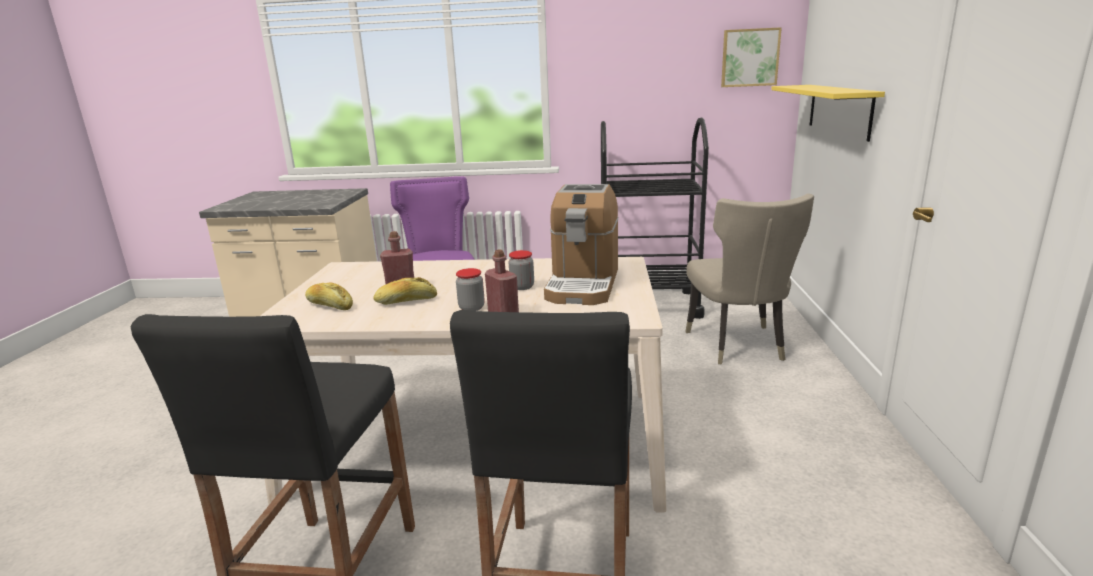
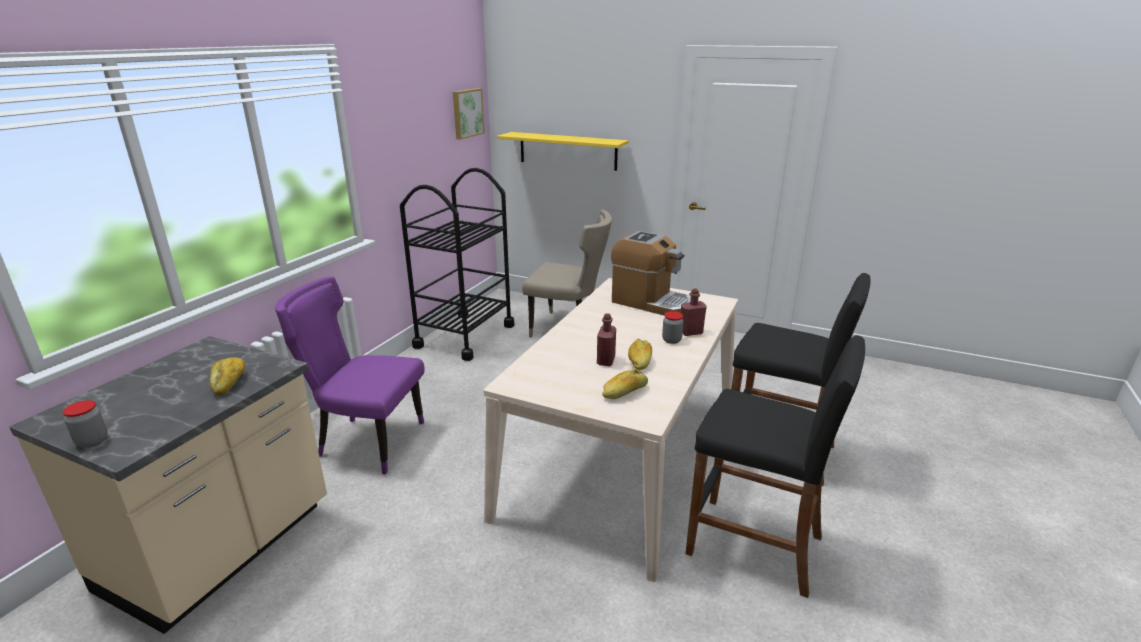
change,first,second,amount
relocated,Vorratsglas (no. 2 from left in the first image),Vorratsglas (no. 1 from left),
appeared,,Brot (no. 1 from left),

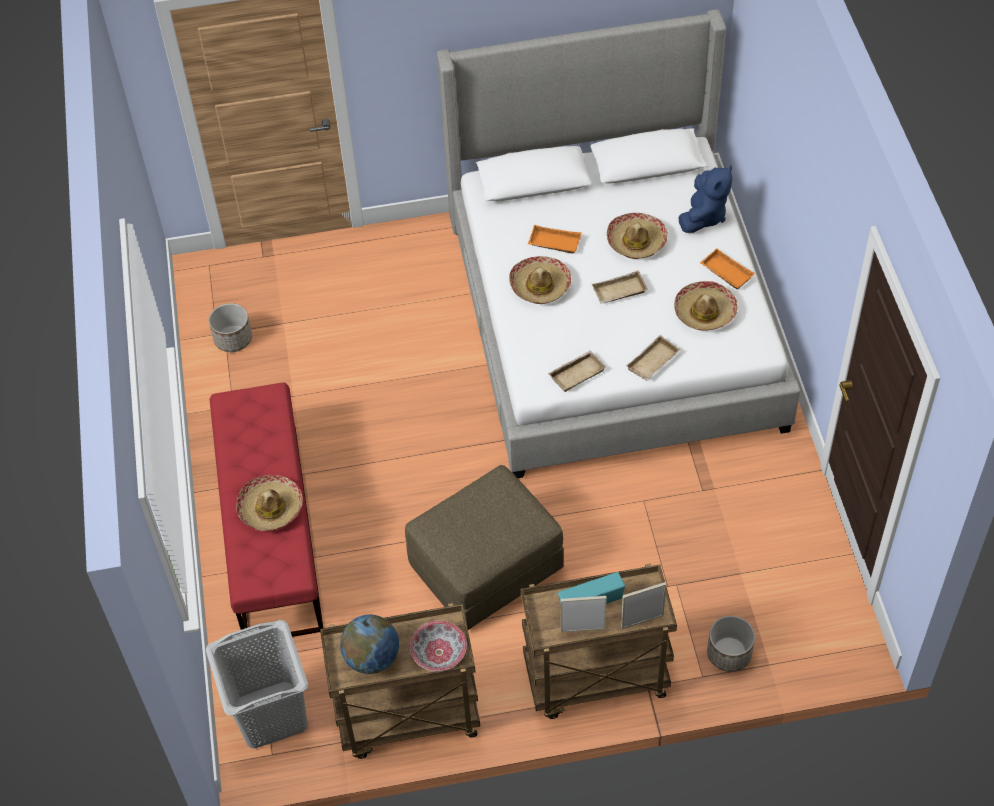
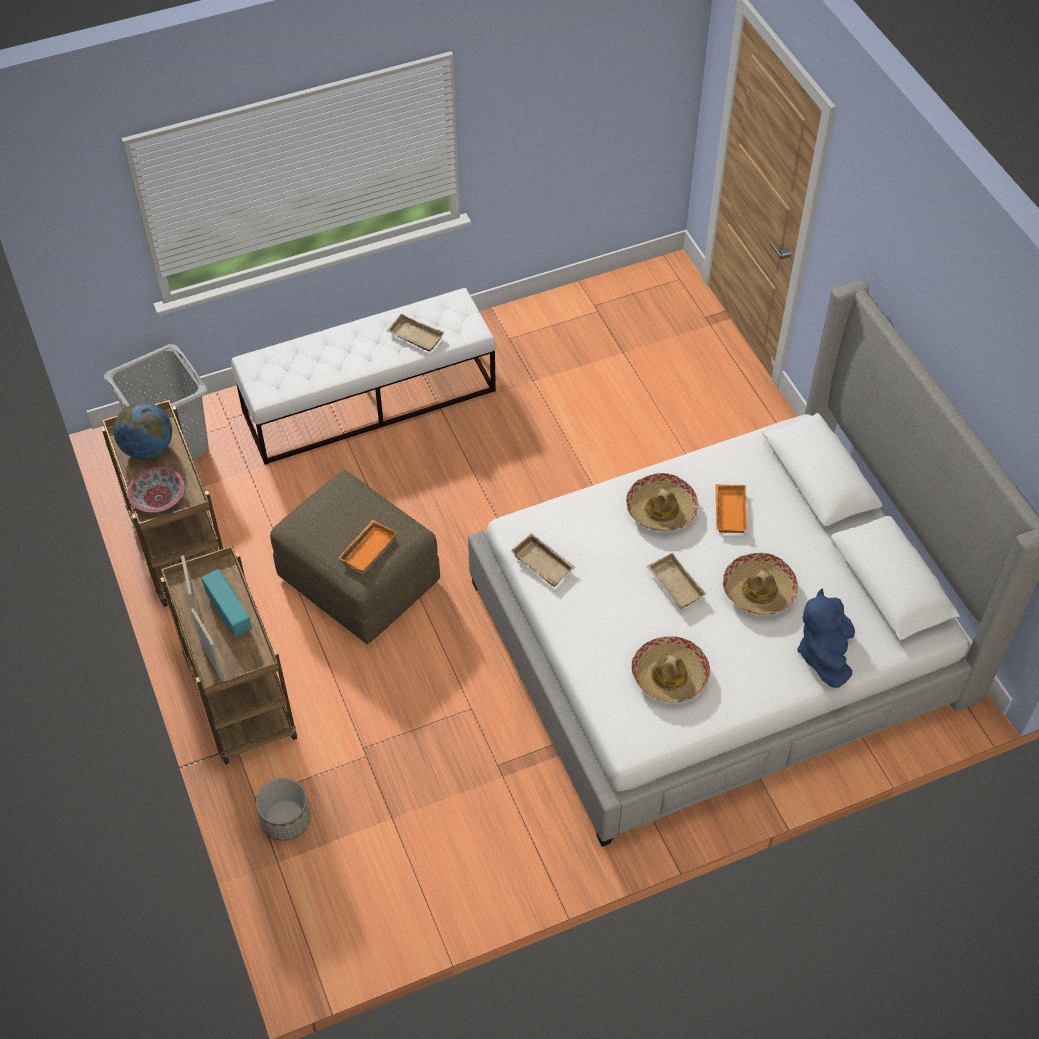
change,first,second,amount
colour,Bank [rot],Bank [weiß],
relocated,Tablett [orange] (no. 2 from left in the first image),Tablett [orange] (no. 1 from left),
relocated,Tablett [beige] (no. 3 from left in the first image),Tablett [beige] (no. 1 from left),
spun,Plüschtier [blau],,90 degrees clockwise
missing,Pflanzkübel (no. 1 from left),,
missing,Hut (no. 1 from left),,

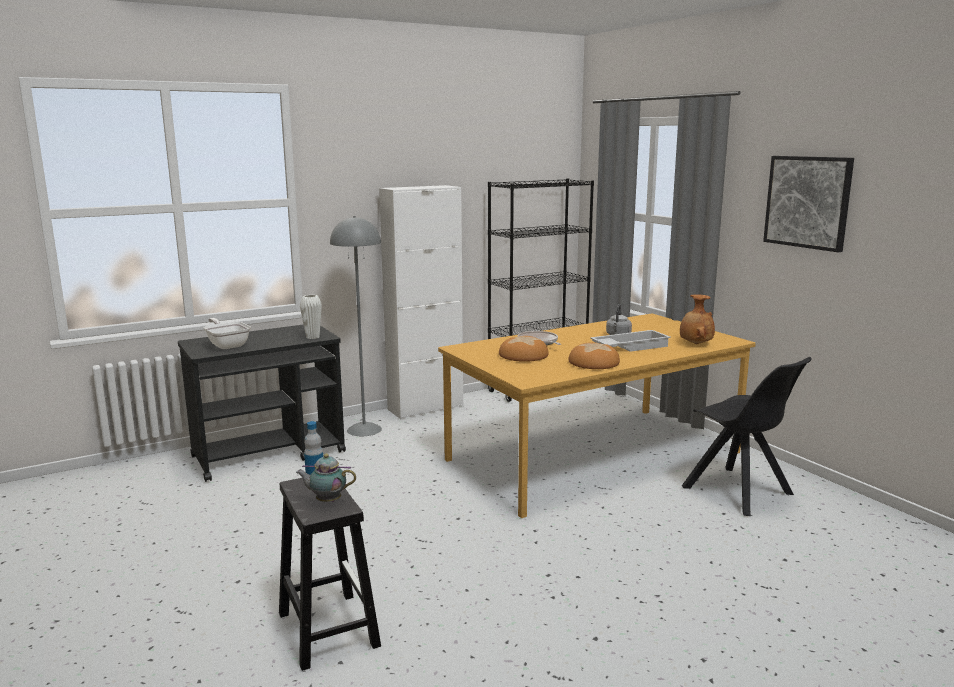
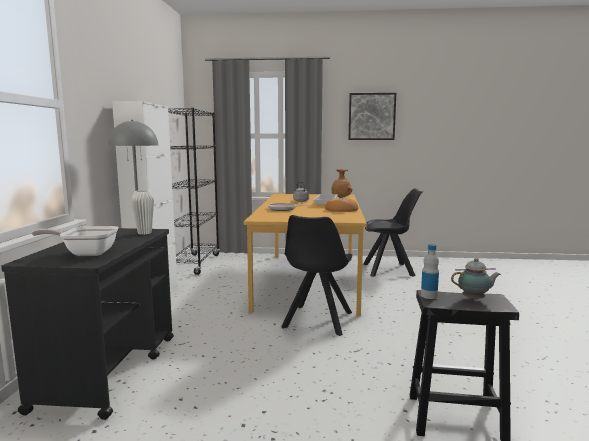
change,first,second,amount
appeared,,Stuhl [schwarz] (no. 1 from left),
spun,Teekanne,,135 degrees counterclockwise
missing,Brot (no. 1 from left),,

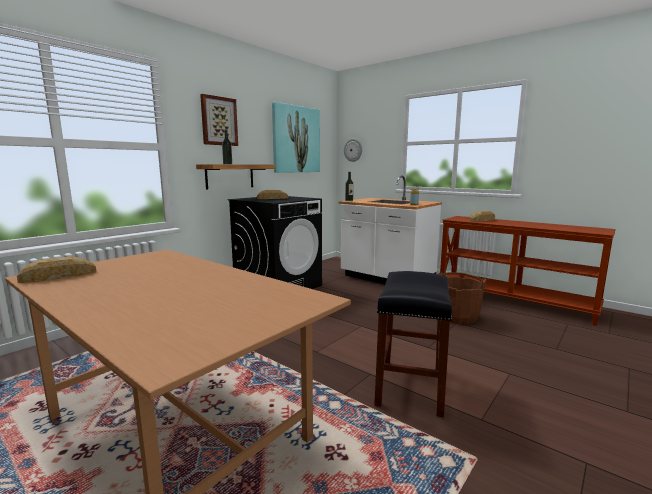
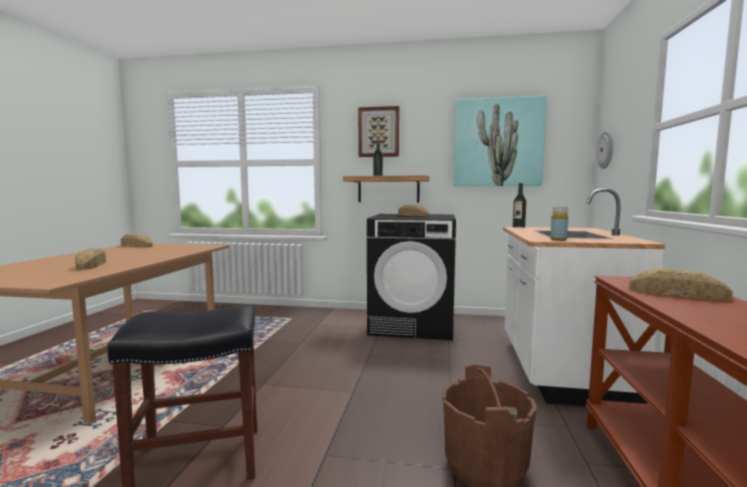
change,first,second,amount
appeared,,Brot (no. 1 from left),

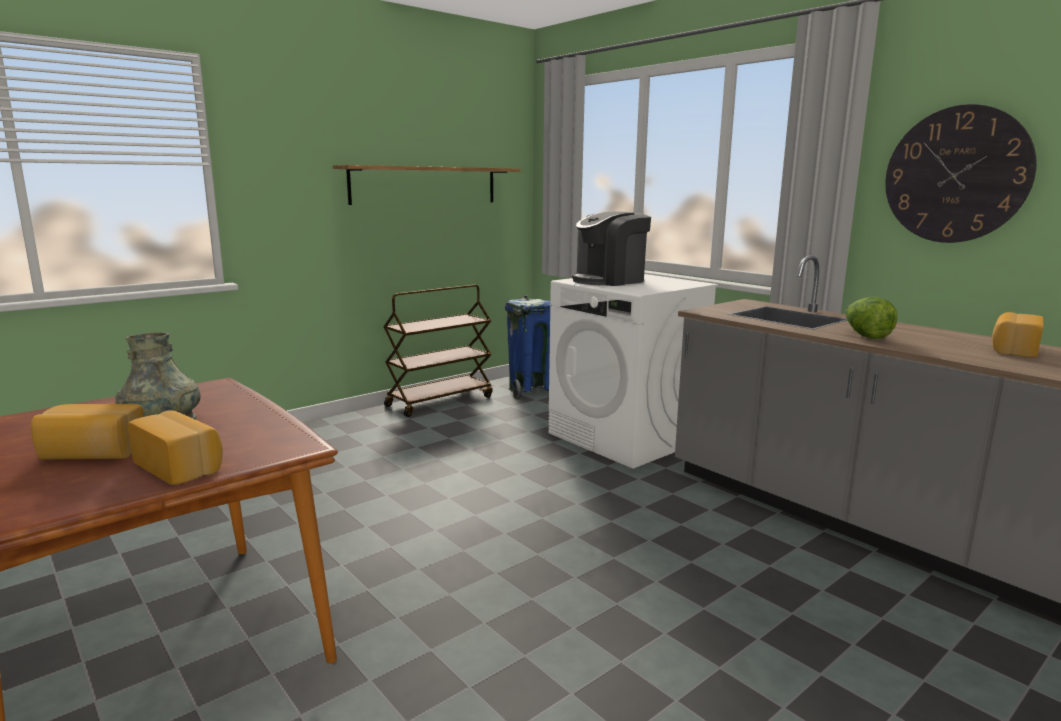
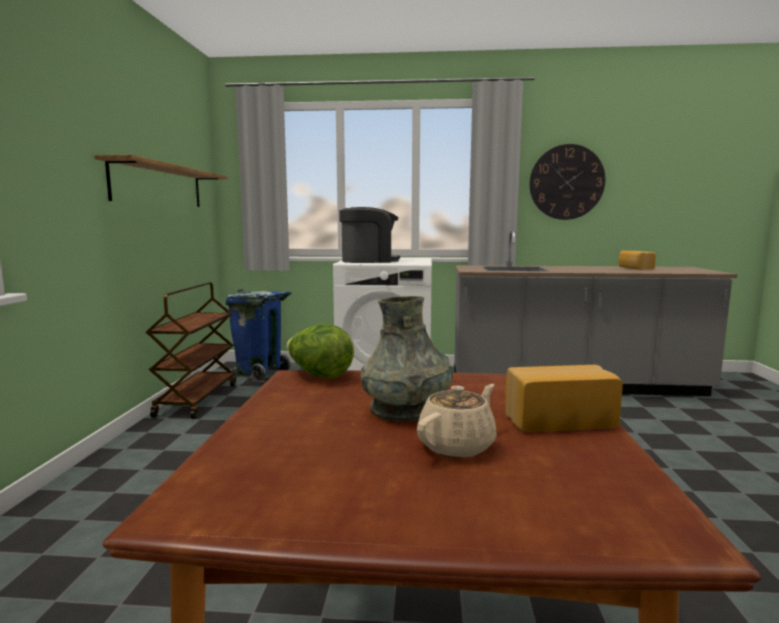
change,first,second,amount
relocated,Salatkopf,,
spun,Kaffeemaschine,,120 degrees counterclockwise
exchanged,Brot (no. 1 from left),Teekanne [beige],

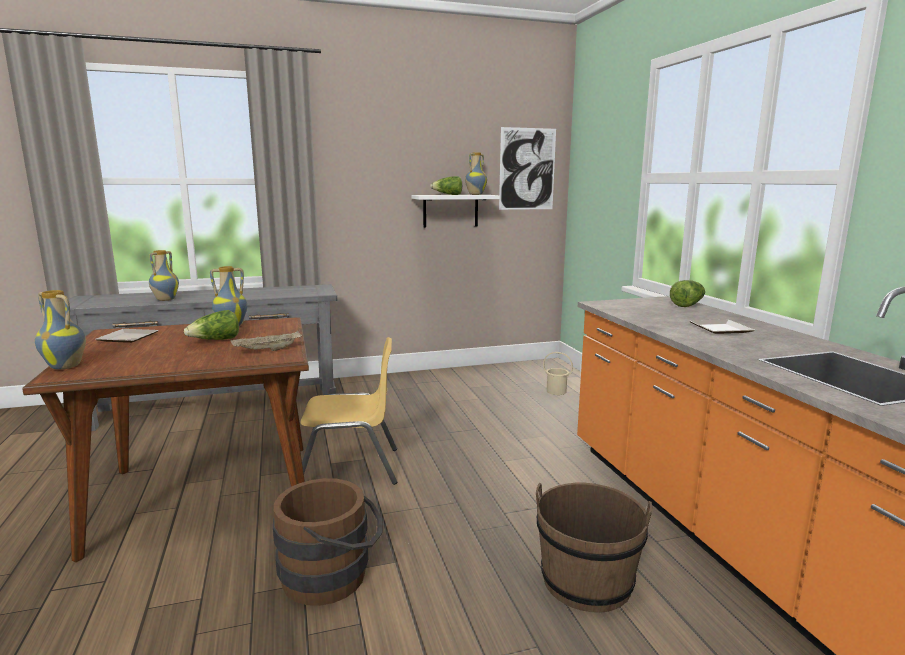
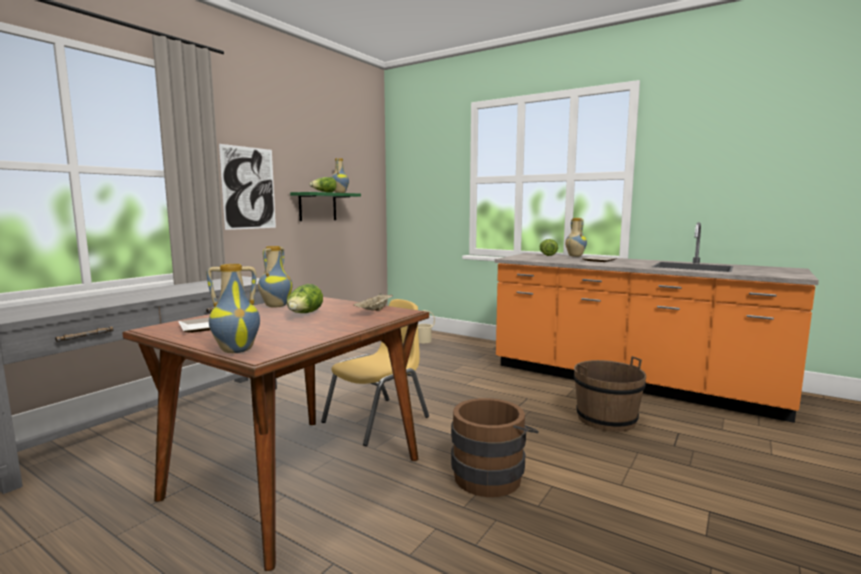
change,first,second,amount
relocated,Bild,,
colour,Wandregal [weiß],Wandregal [grün],
relocated,Vase (no. 2 from left in the first image),Vase (no. 4 from left),

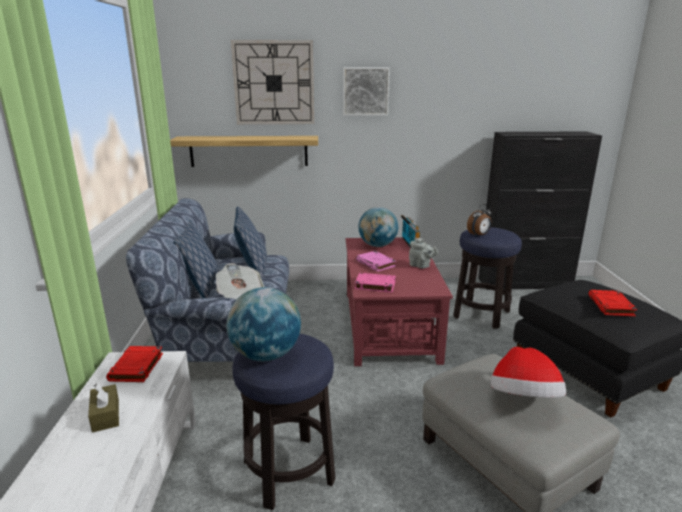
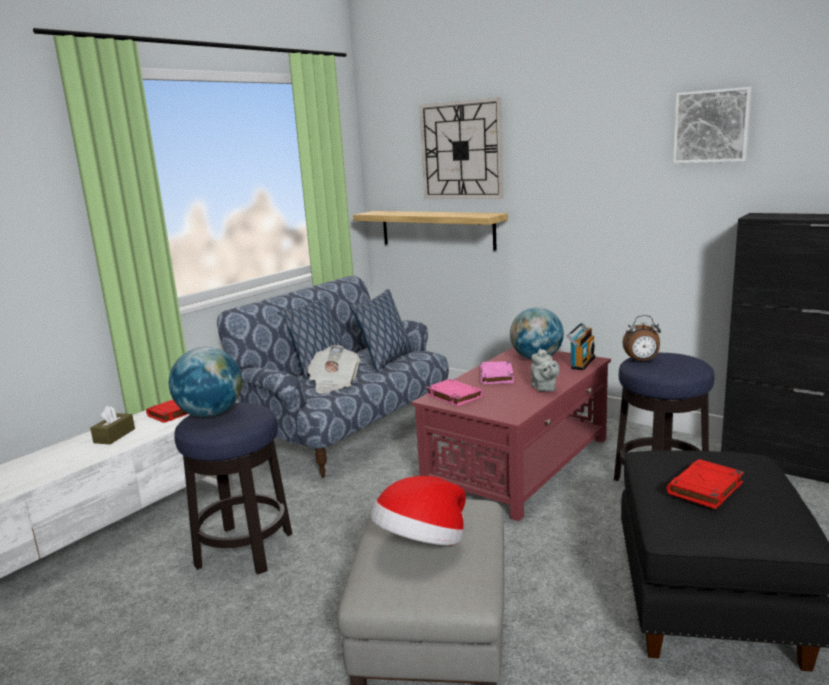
change,first,second,amount
relocated,Bild,,

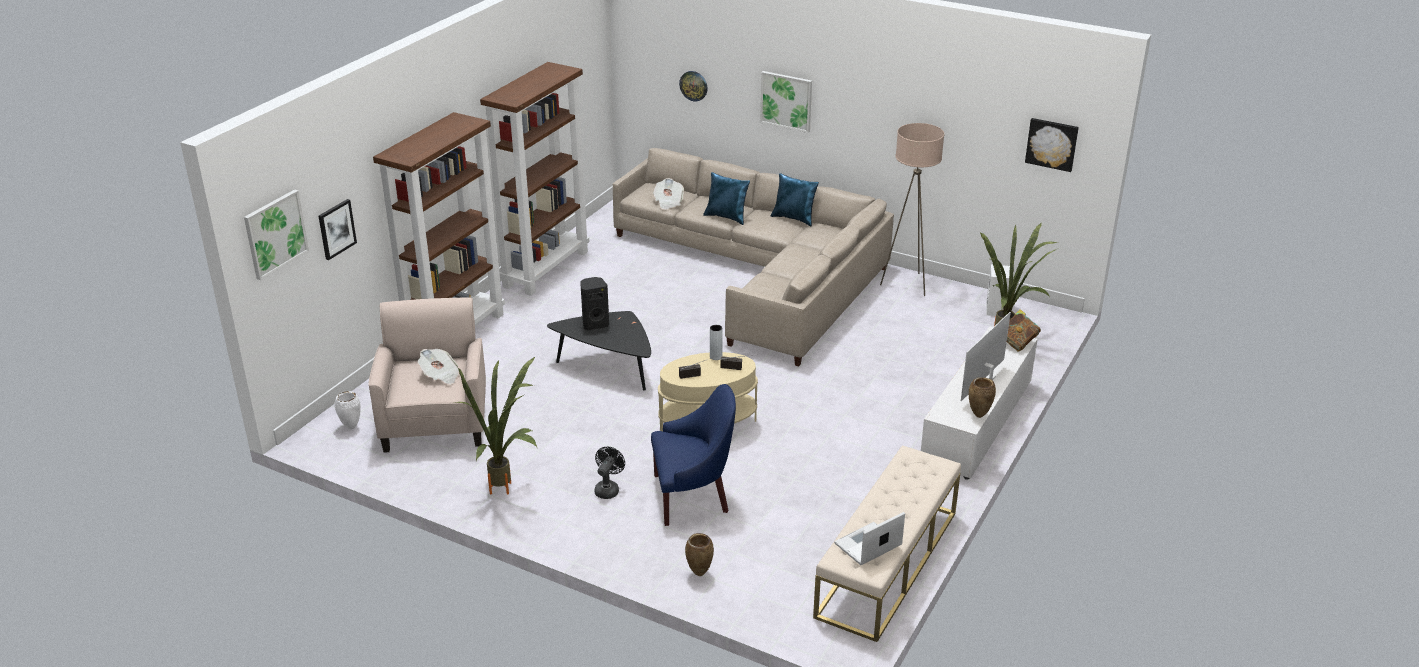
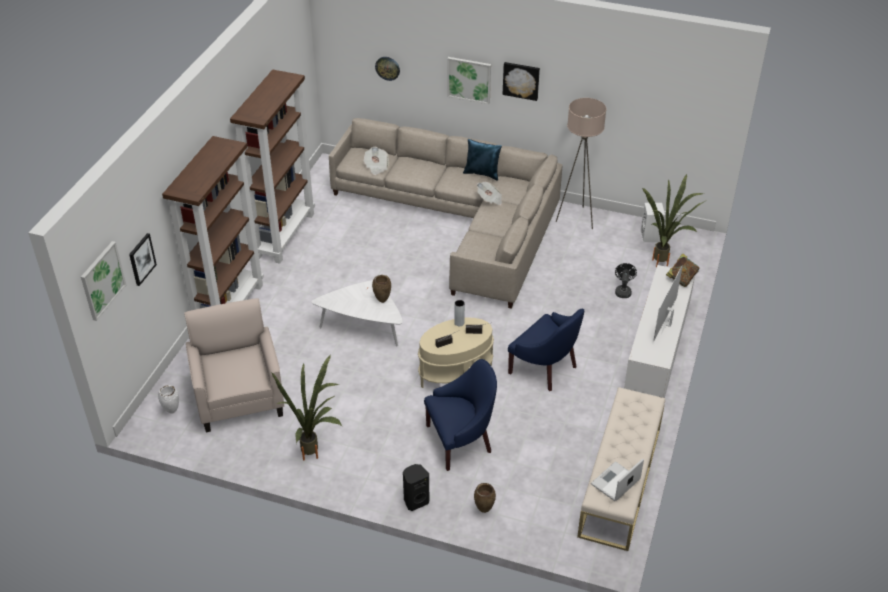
change,first,second,amount
colour,Couchtisch [schwarz],Couchtisch [weiß],
relocated,Vase [braun] (no. 2 from left in the first image),Vase [braun] (no. 1 from left),
relocated,Lautsprecher [schwarz],,
relocated,Zeitung (no. 1 from left in the first image),Zeitung (no. 2 from left),
relocated,Bild (no. 4 from left),,
appeared,,Sessel [blau] (no. 2 from left),
relocated,Ventilator [schwarz],,
missing,Kissen [blau] (no. 1 from left),,

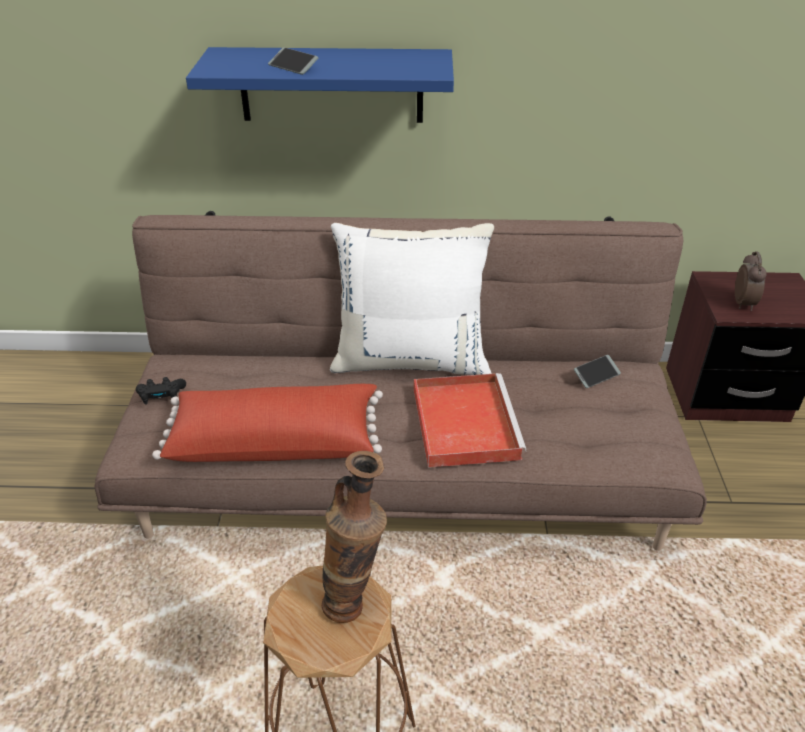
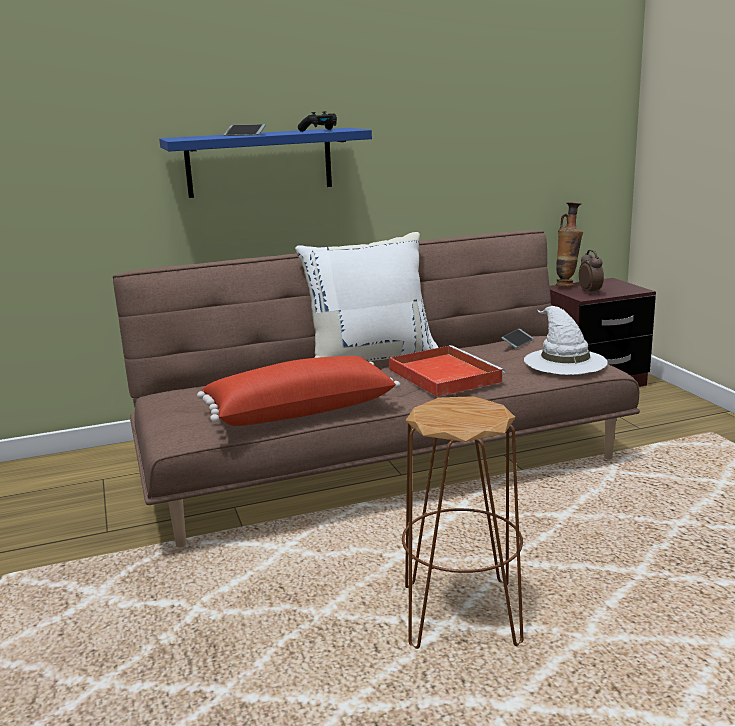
change,first,second,amount
relocated,Gamepad [schwarz],,
appeared,,Hut [weiß],
relocated,Vase,,

